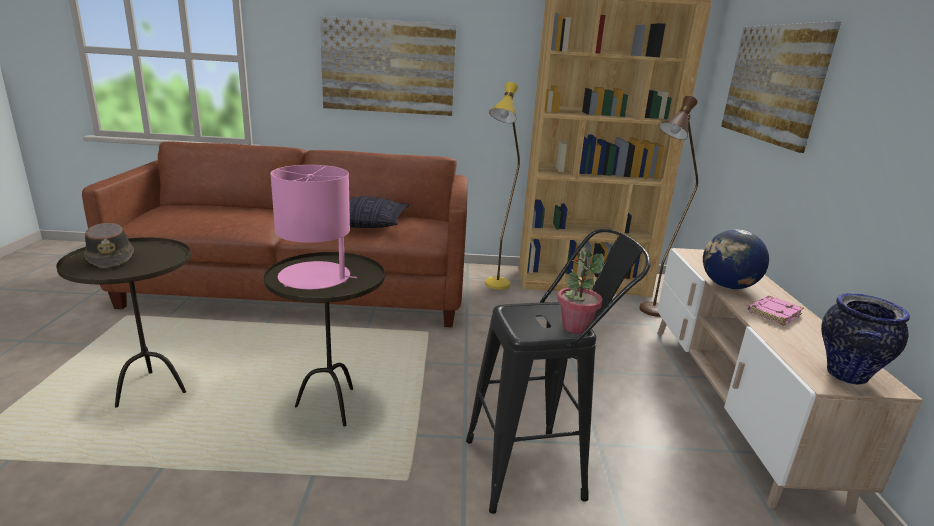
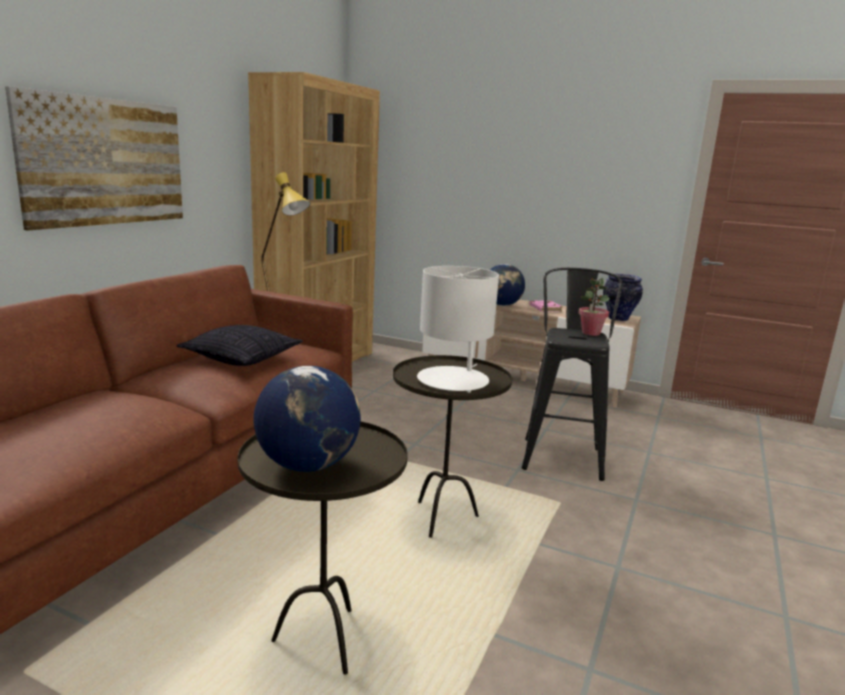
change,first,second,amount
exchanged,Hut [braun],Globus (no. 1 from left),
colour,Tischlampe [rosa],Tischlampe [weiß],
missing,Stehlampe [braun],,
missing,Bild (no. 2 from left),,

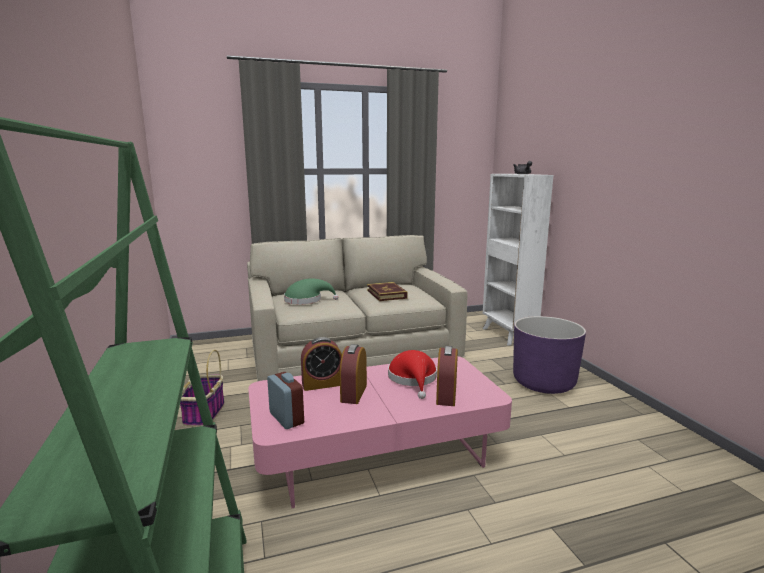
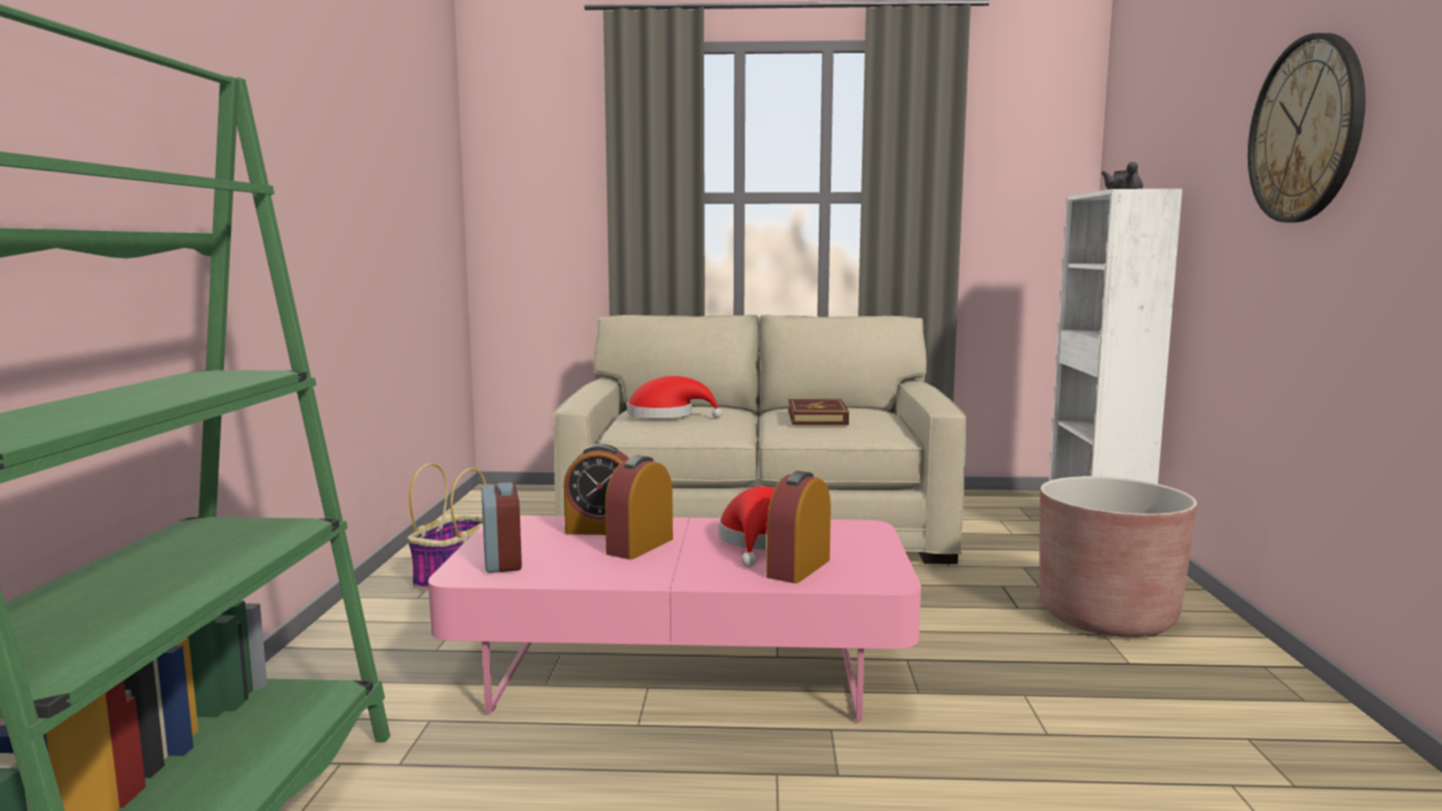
change,first,second,amount
colour,Hut [grün],Hut [rot] (no. 1 from left),
colour,Pflanzkübel [lila],Pflanzkübel [braun],
appeared,,Wanduhr,

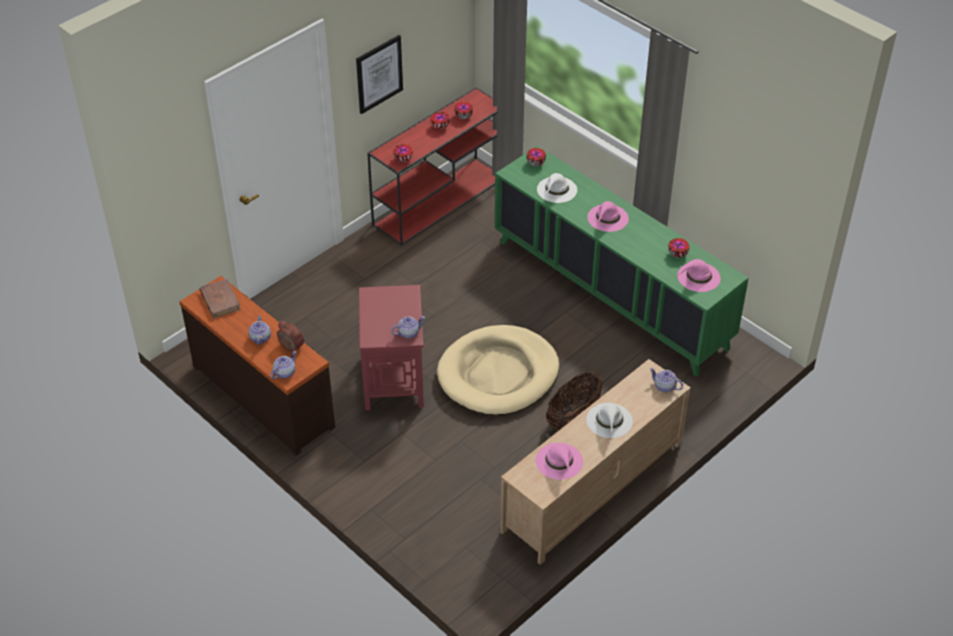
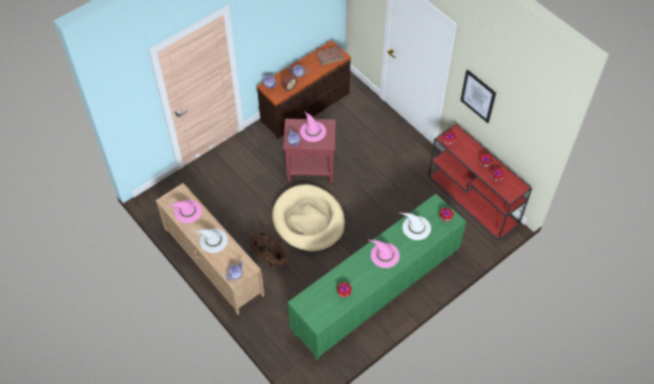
change,first,second,amount
relocated,Hut [rosa] (no. 3 from left in the first image),Hut [rosa] (no. 2 from left),

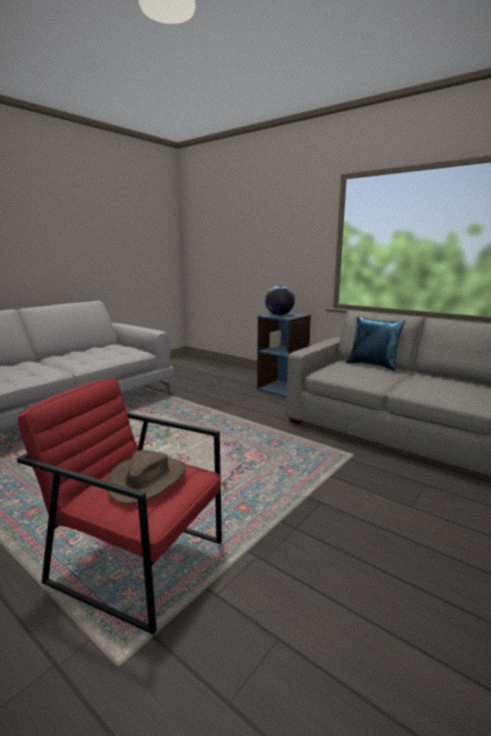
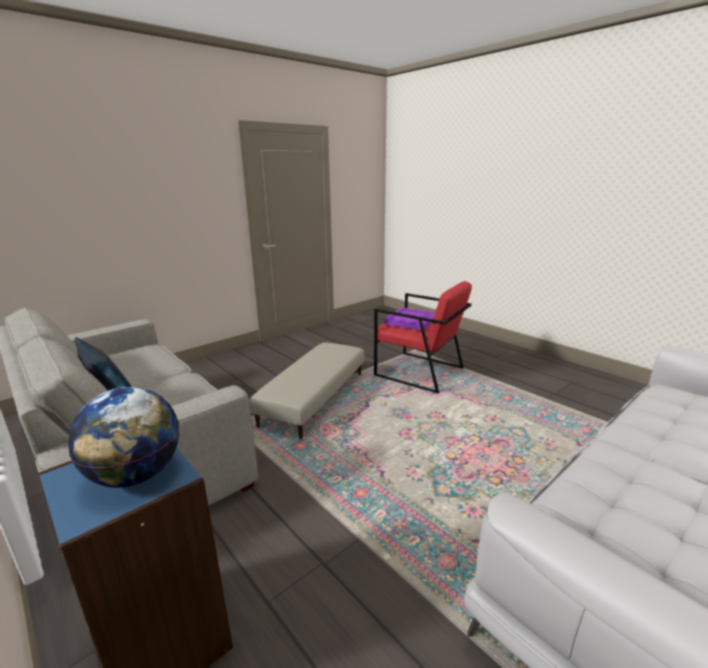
change,first,second,amount
appeared,,Polsterhocker [beige],
exchanged,Hut [braun],Tablett [lila],

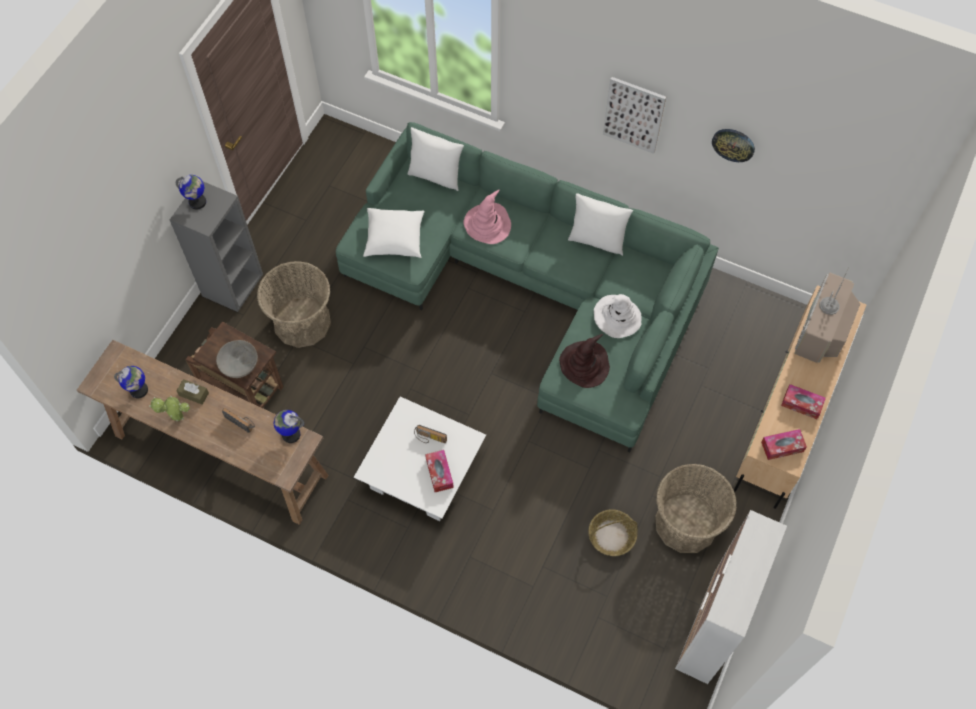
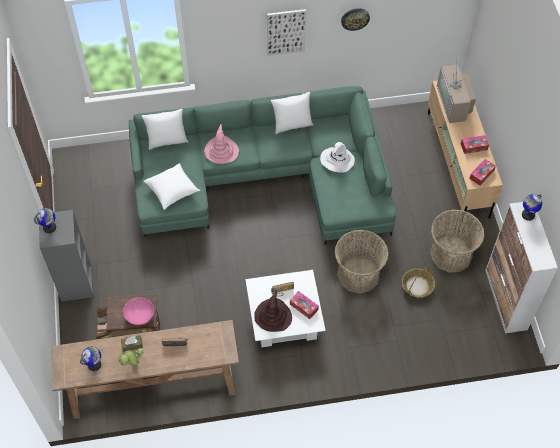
change,first,second,amount
colour,Schüssel [grau],Schüssel [rosa],
relocated,Hut [braun],,
relocated,Korb (no. 1 from left),,
relocated,Globus (no. 3 from left),,

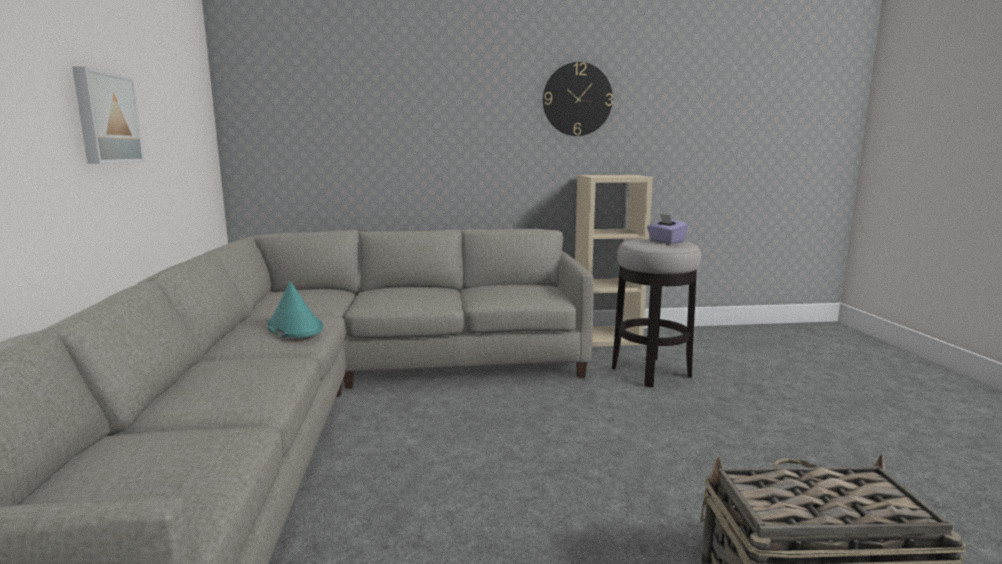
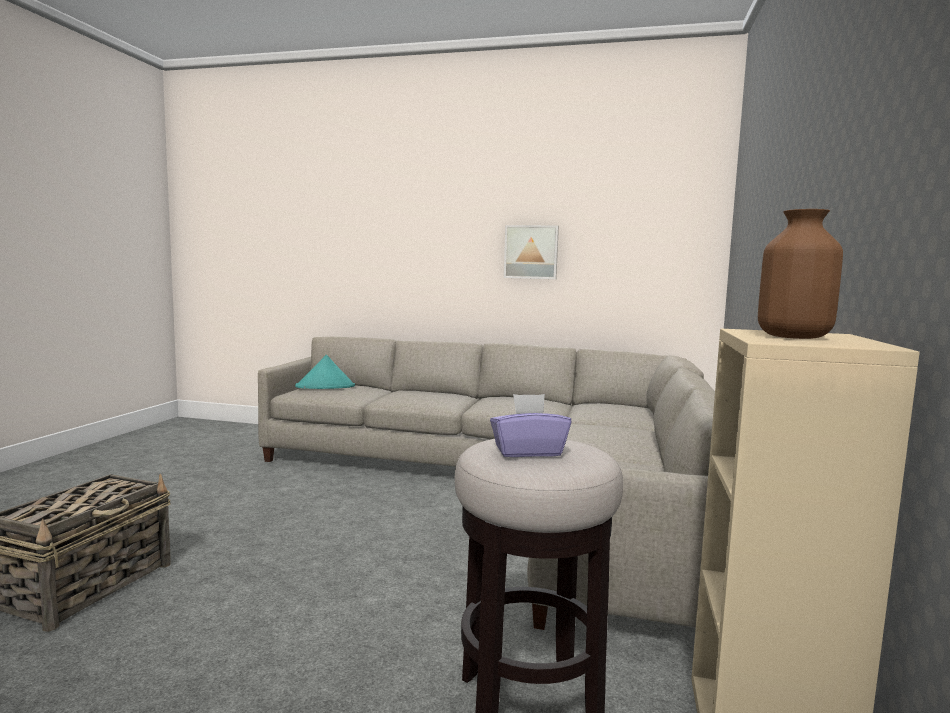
change,first,second,amount
relocated,Hut [türkis],,
appeared,,Vase [braun],
missing,Wanduhr,,

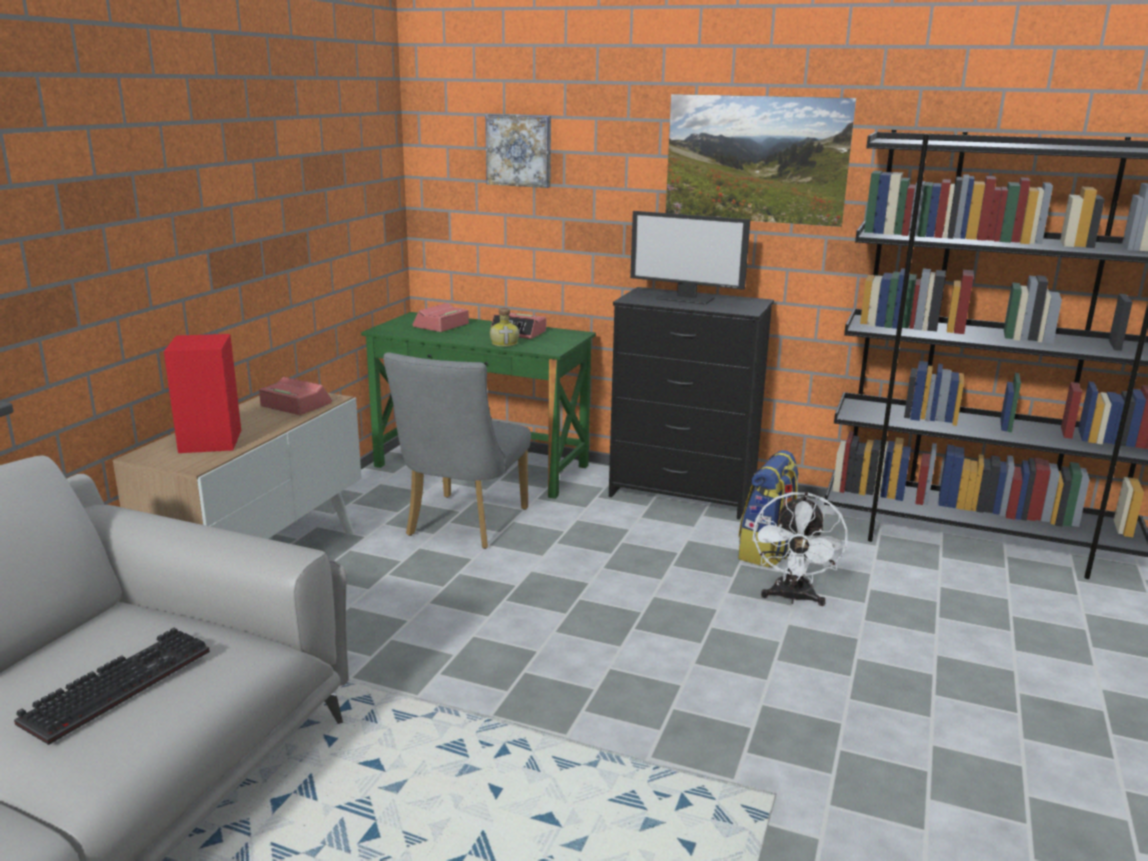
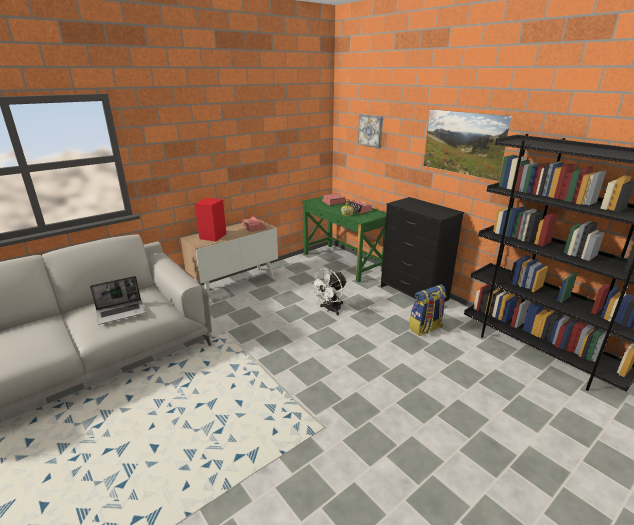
change,first,second,amount
exchanged,Tastatur,Laptop,
relocated,Ventilator [weiß],,
missing,Stuhl [grau],,
missing,Monitor,,

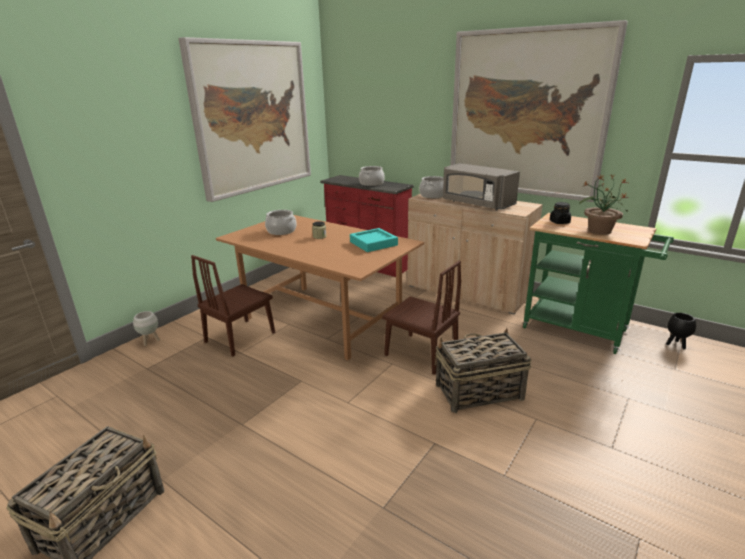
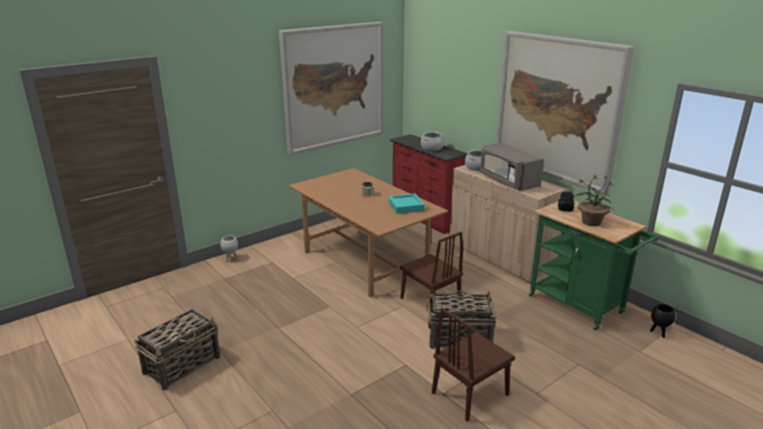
change,first,second,amount
relocated,Stuhl [braun] (no. 1 from left in the first image),Stuhl [braun] (no. 2 from left),
missing,Kochtopf (no. 1 from left),,

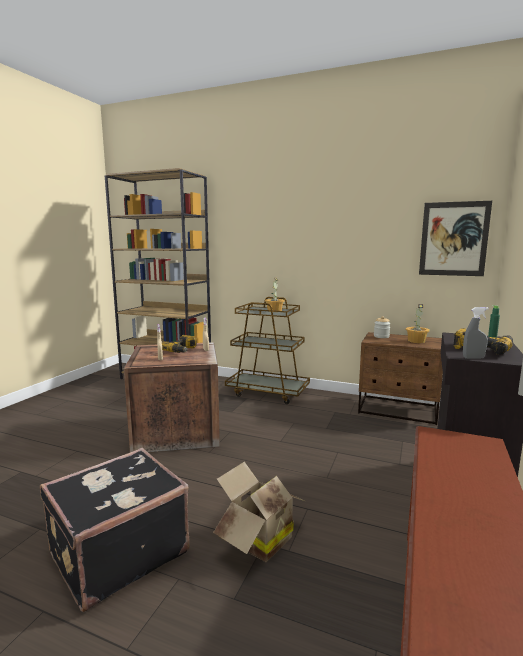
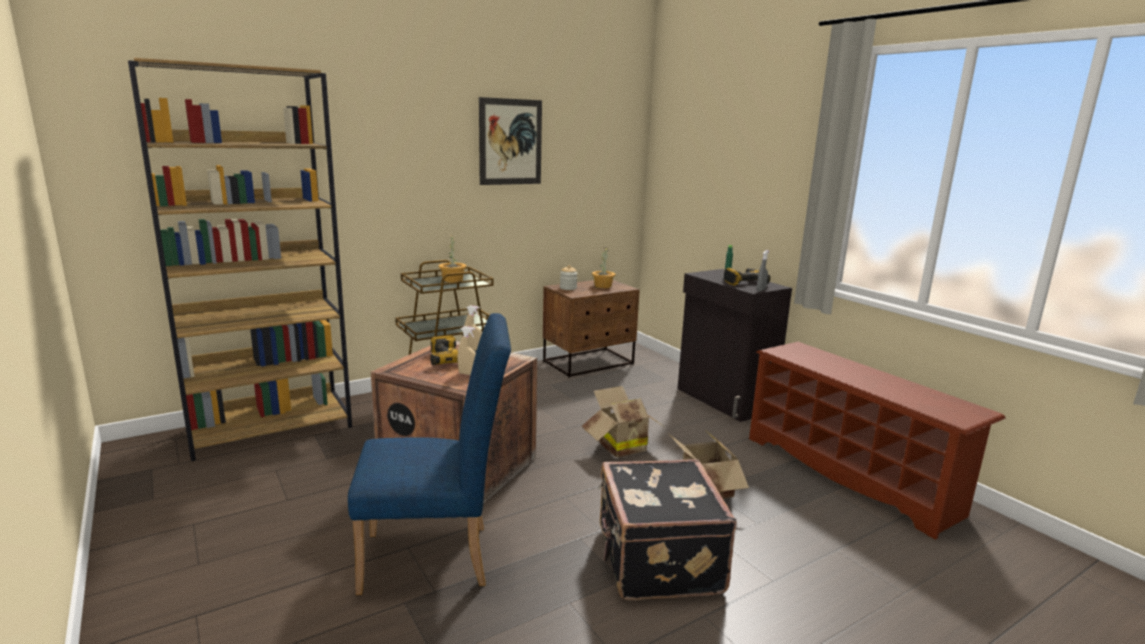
change,first,second,amount
appeared,,Stuhl [blau],
relocated,Bild,,
appeared,,Karton (no. 1 from left),

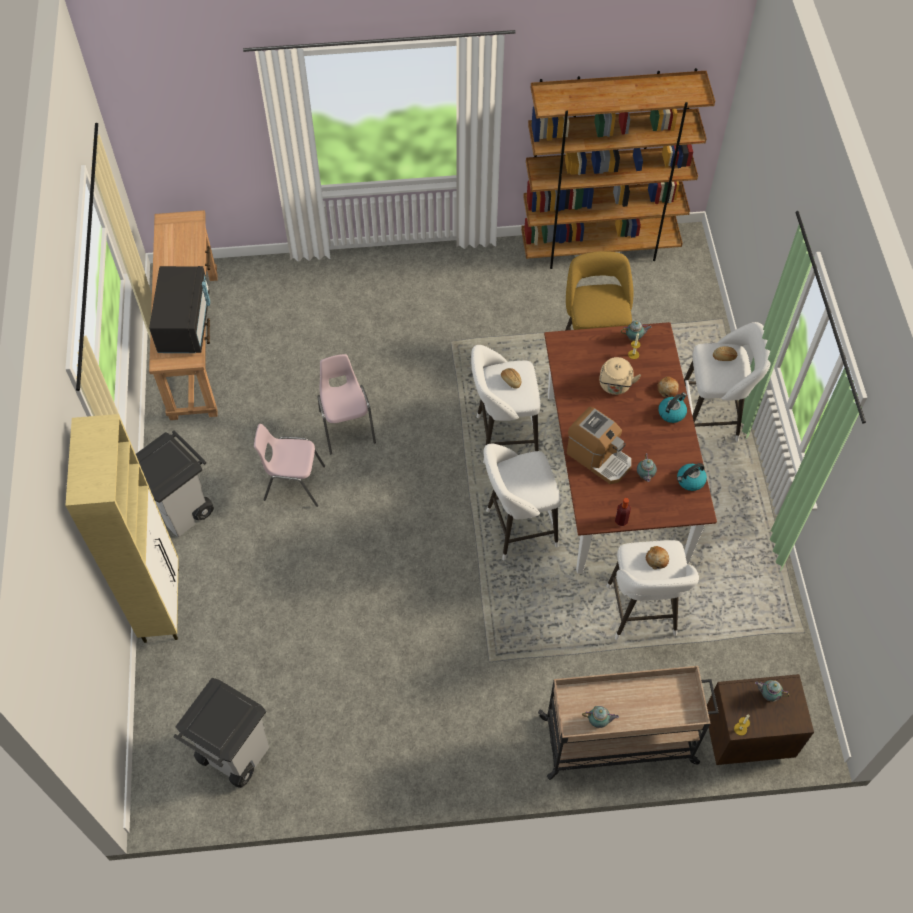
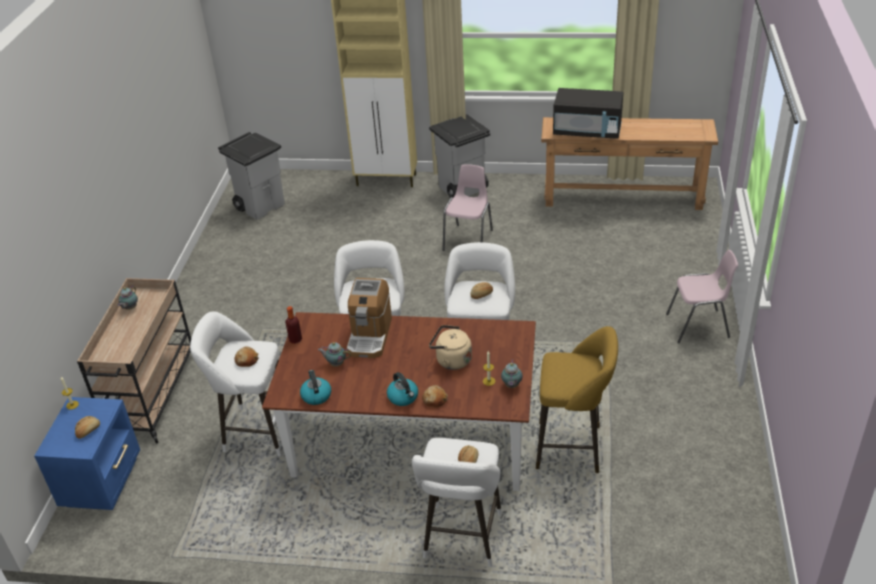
change,first,second,amount
colour,Nachttisch [braun],Nachttisch [blau],
exchanged,Teekanne (no. 4 from left),Brot (no. 1 from left),
spun,Kaffeemaschine,,45 degrees counterclockwise
relocated,Stuhl [rosa] (no. 2 from left),,
missing,Bücherregal [braun],,

